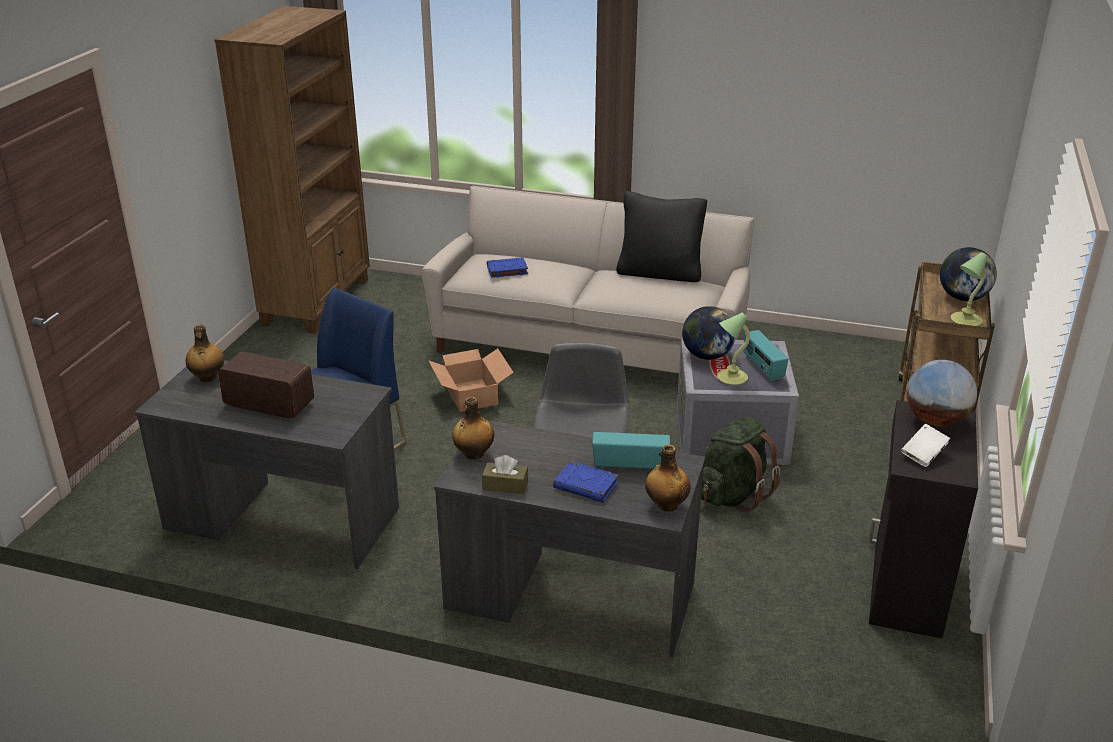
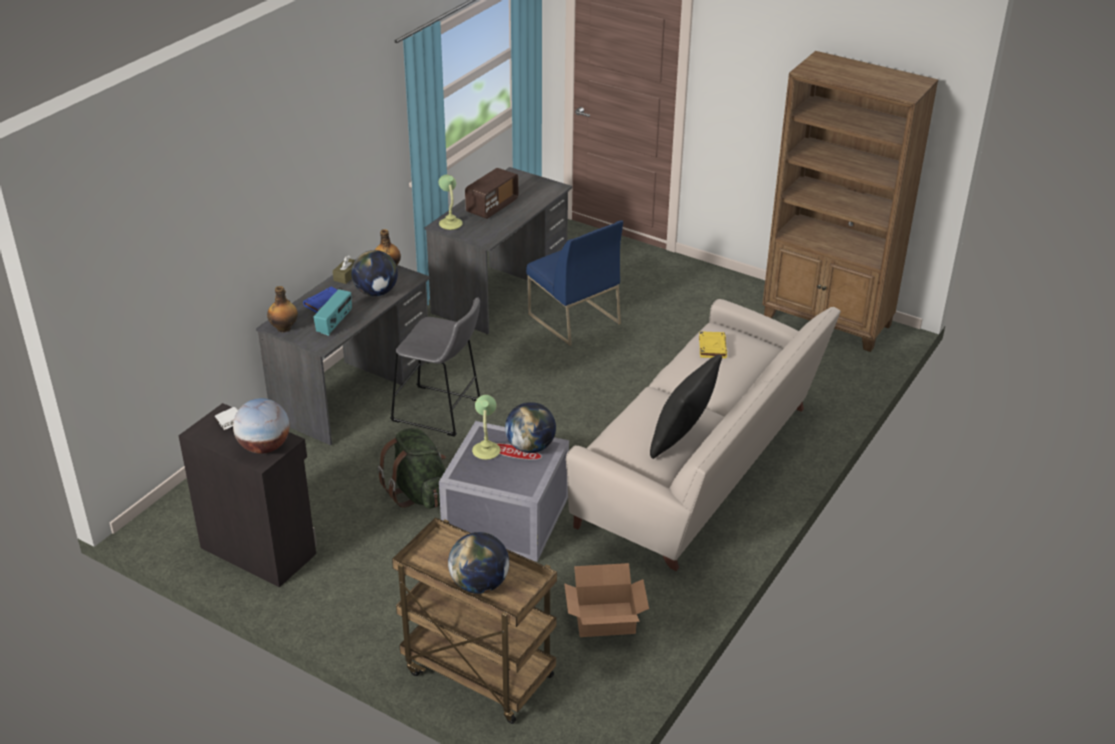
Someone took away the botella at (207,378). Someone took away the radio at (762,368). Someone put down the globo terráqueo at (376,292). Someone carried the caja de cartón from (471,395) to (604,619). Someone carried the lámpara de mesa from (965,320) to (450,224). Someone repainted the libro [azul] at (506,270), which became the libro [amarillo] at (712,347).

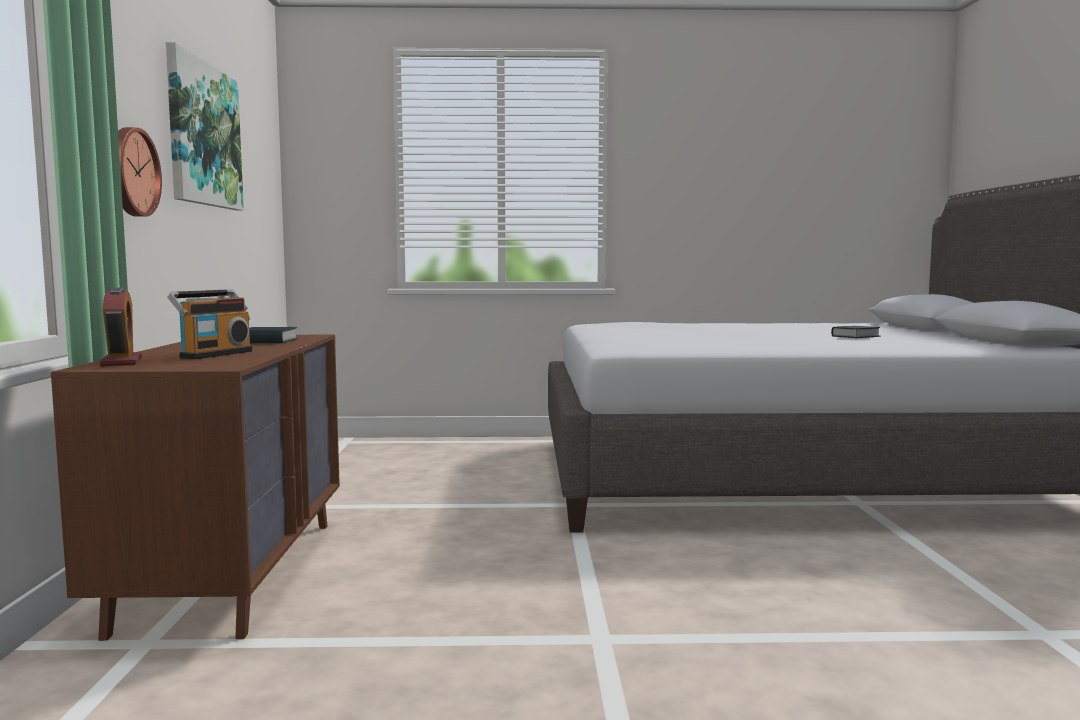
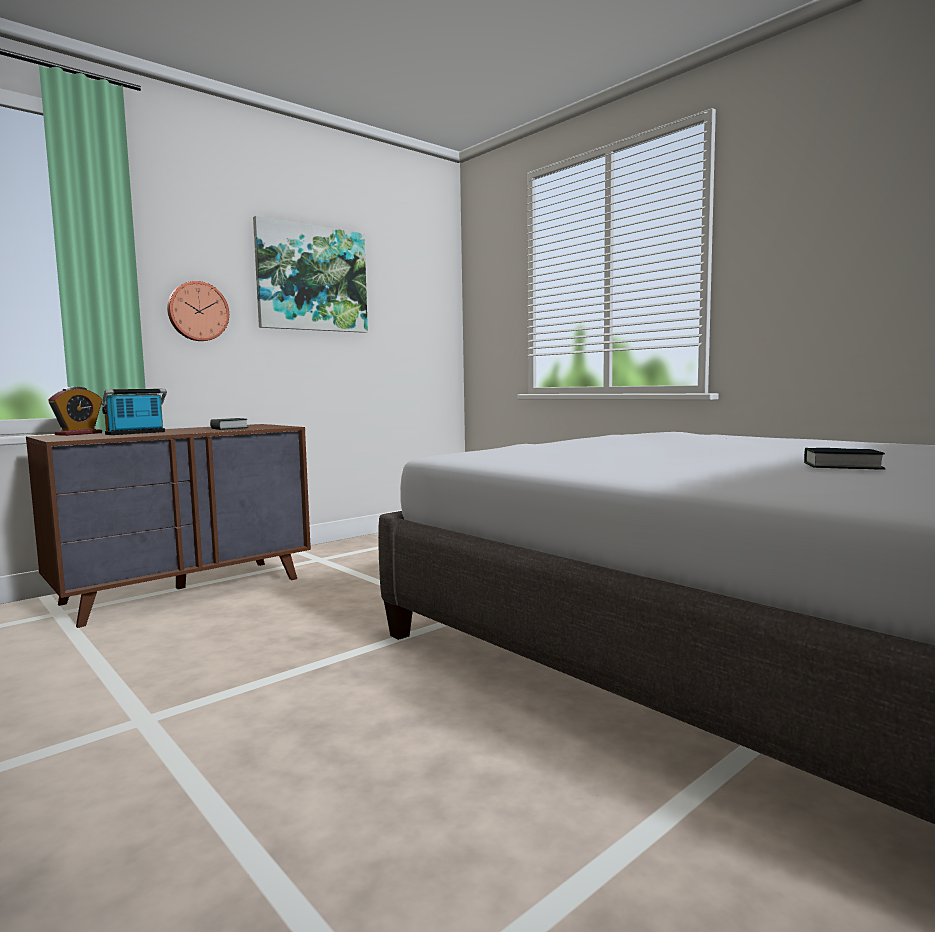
Someone rotated the radio at (214,354) by 150 degrees clockwise.

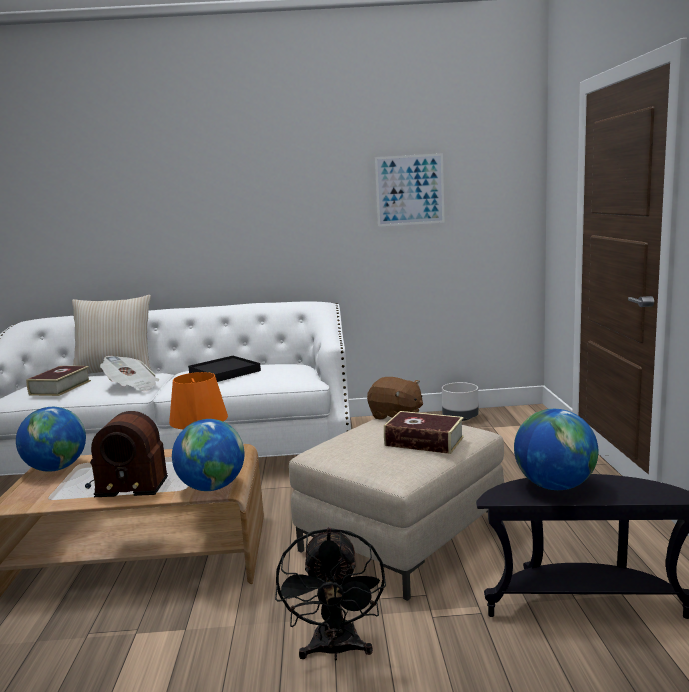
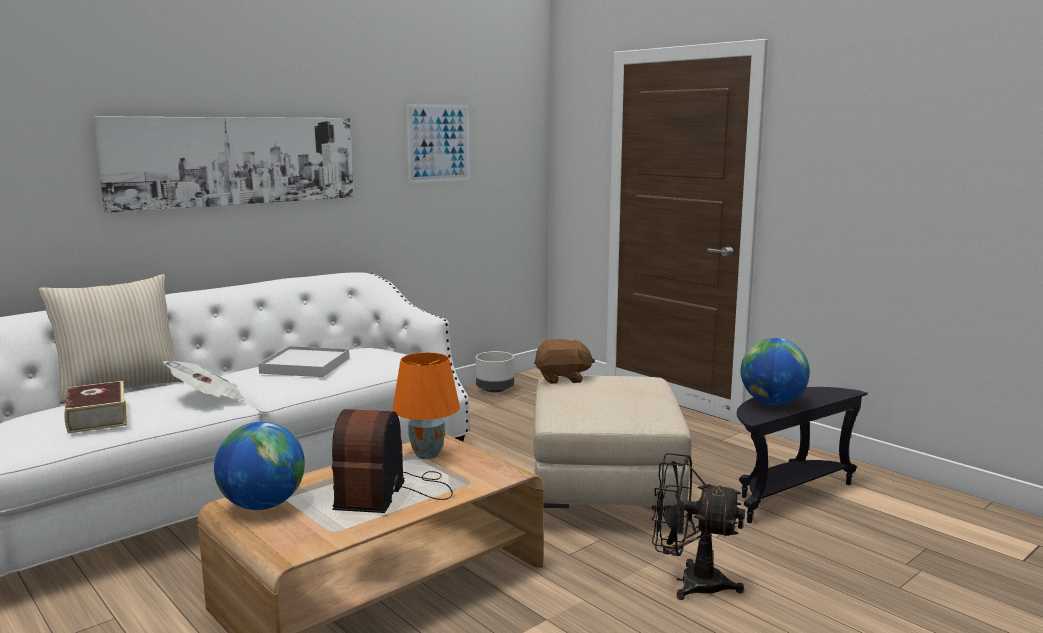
Someone took away the globo terráqueo at (212,487). Someone took away the libro at (424,441). Someone put up the cuadro at (236,161). Someone repainted the bandeja [negro] at (224,372), which became the bandeja [blanco] at (305,365). Someone rotated the radio at (127,482) by 135 degrees clockwise. Someone rotated the ventilador [negro] at (335,651) by 150 degrees clockwise.

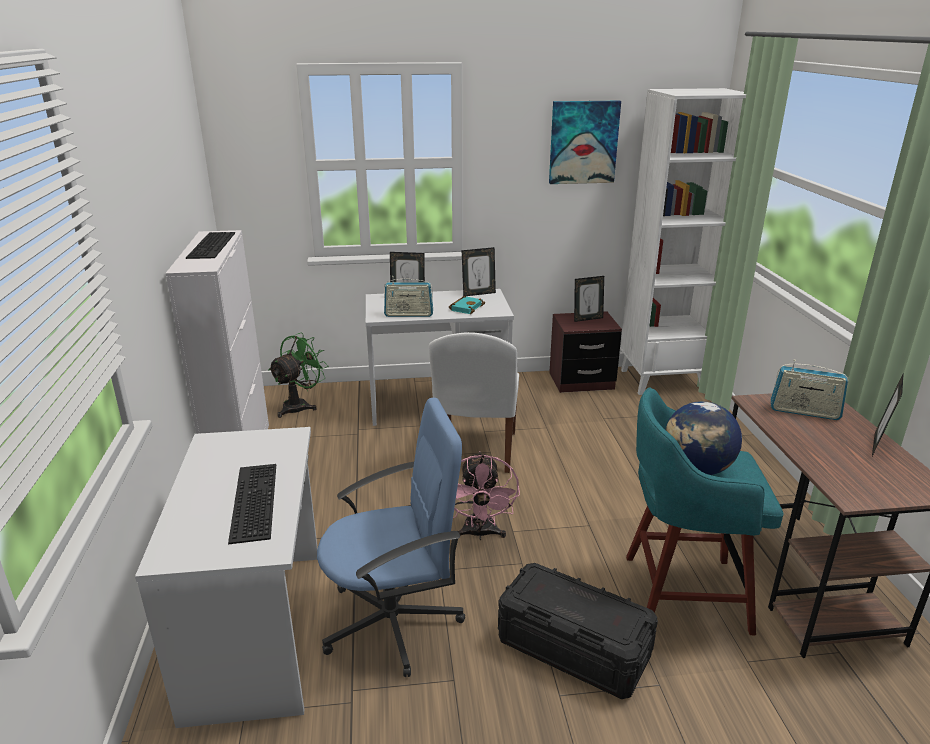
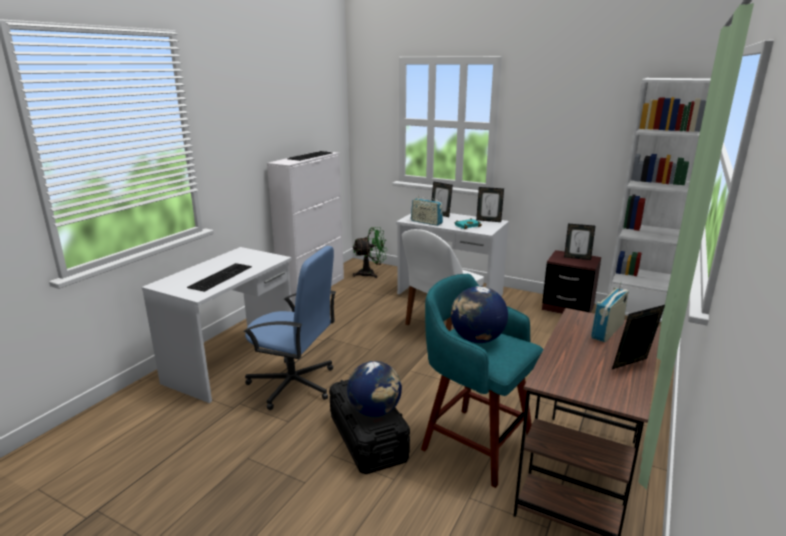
Someone took away the ventilador [rosa] at (480,534). Someone took away the cuadro at (583,142). Someone put down the globo terráqueo at (375,411). Someone rotated the radio at (804,412) by 75 degrees clockwise.

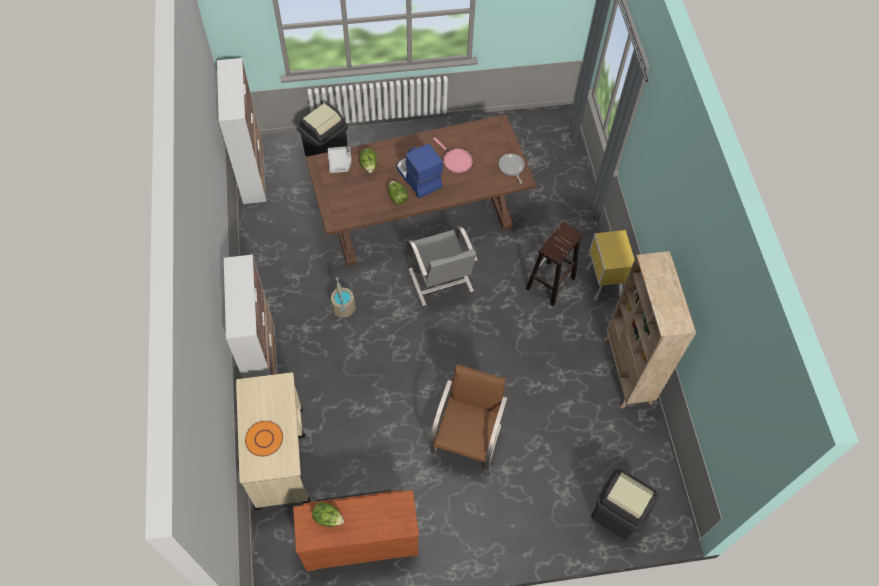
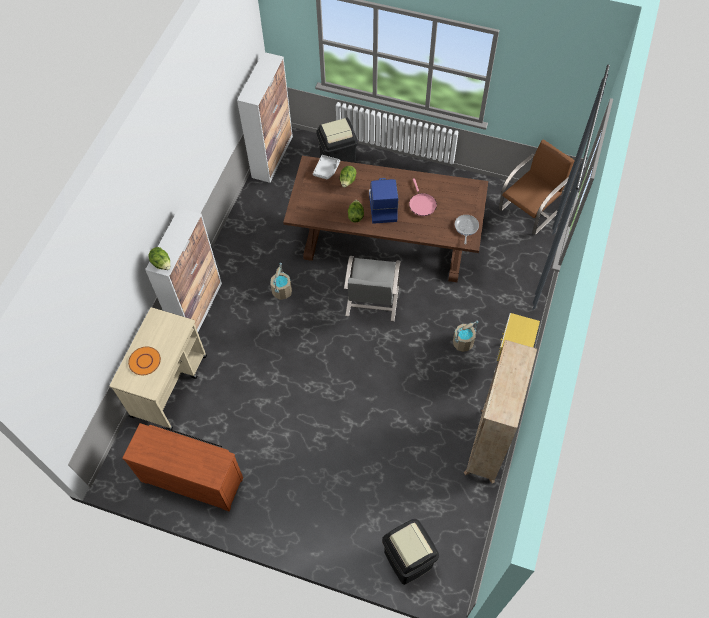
Someone carried the lechuga from (328,518) to (162,264). Someone carried the silla [marrón] from (467,437) to (529,210). Someone swapped the taburete [marrón] at (550,284) for the cubo [beis] at (463,343).

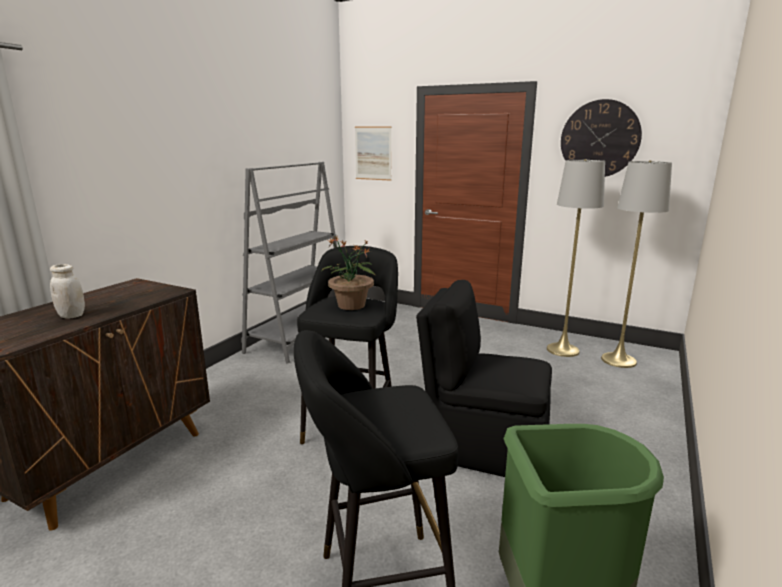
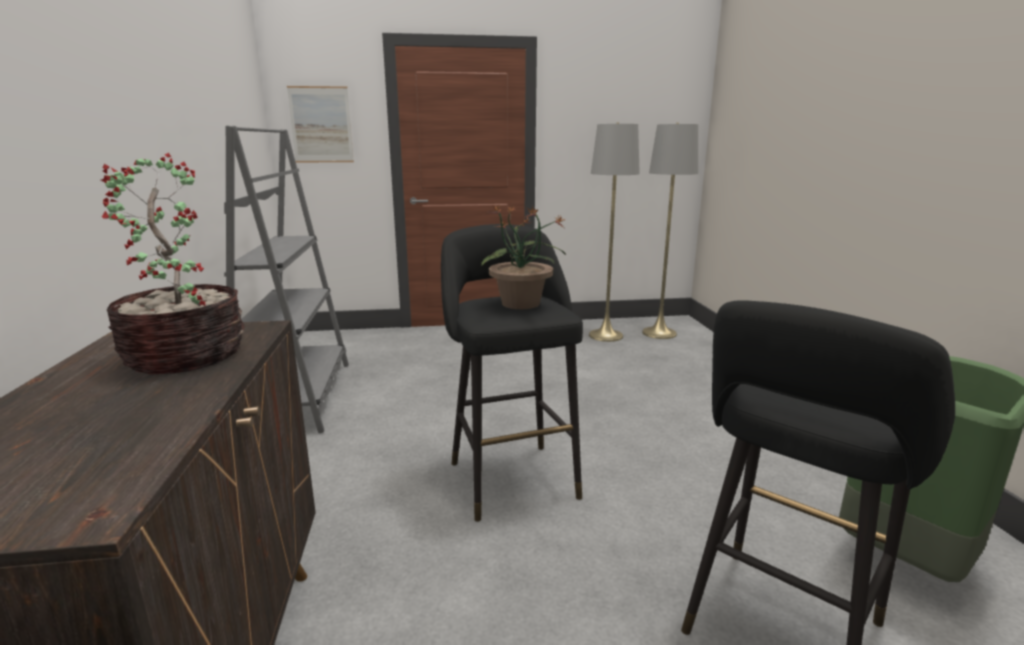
Someone took away the tarro [blanco] at (72,315). Someone took away the silla [negro] at (483,446). Someone took away the reloj de pared at (599,139). Someone put down the planta en maceta at (185,354).

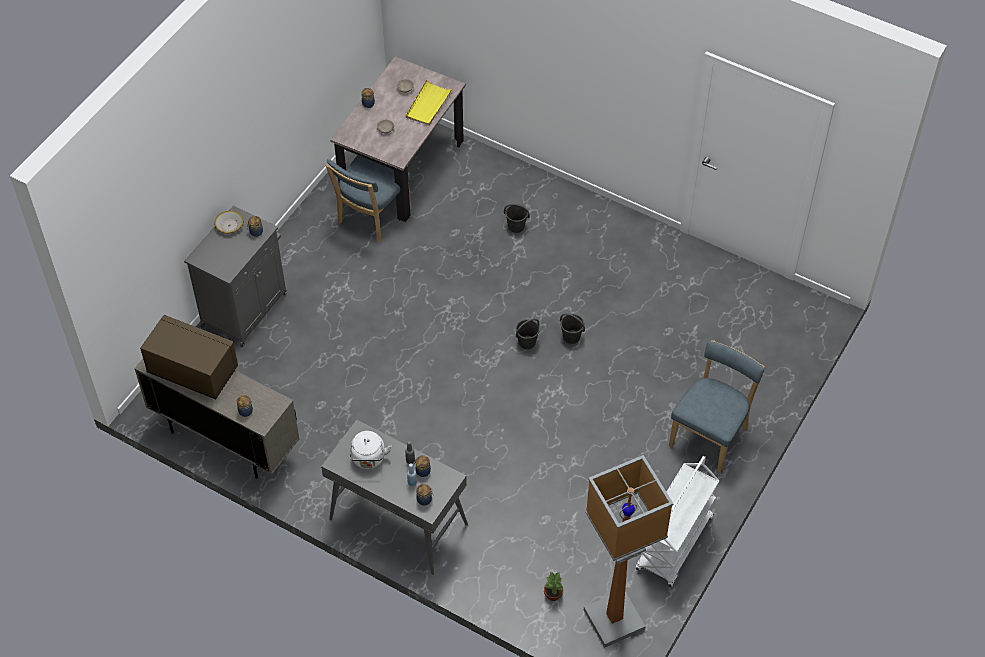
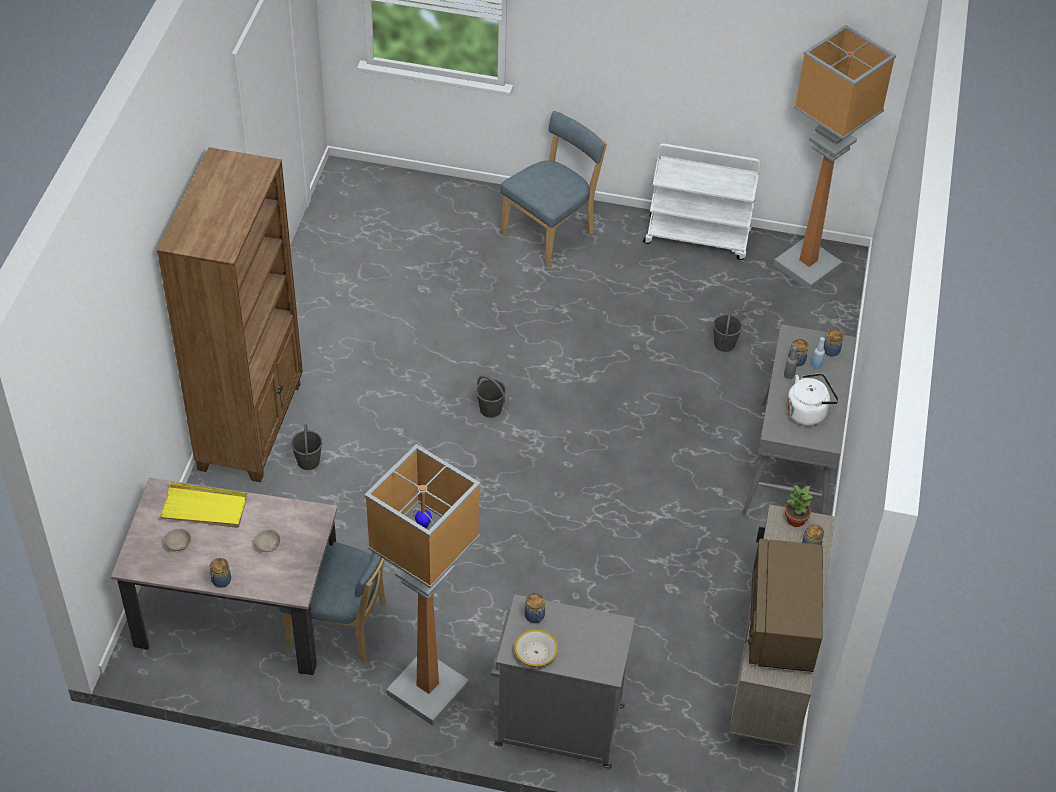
Someone put down the estantería [marrón] at (252,425). Someone put down the lámpara de pie at (426,690). Someone carried the planta en maceta from (553,594) to (795,519). Someone carried the cubo [gris] from (571,336) to (724,344). Someone rotated the silla [azul] at (710,435) by 120 degrees clockwise.

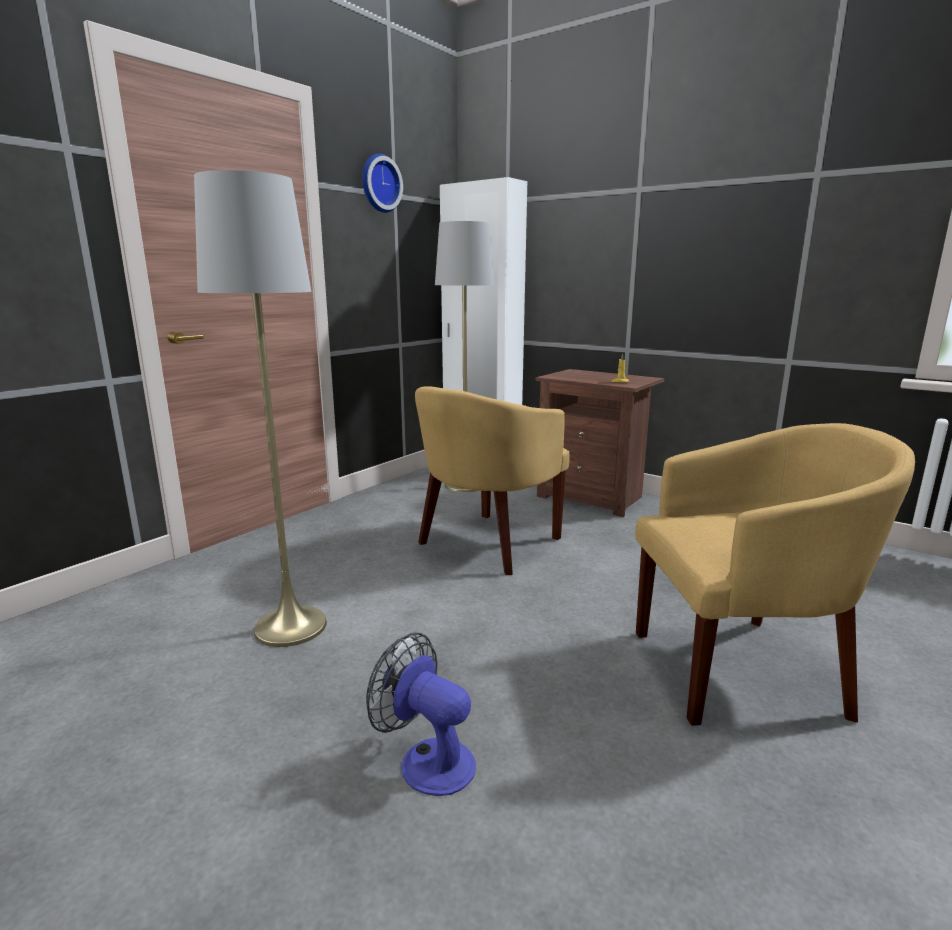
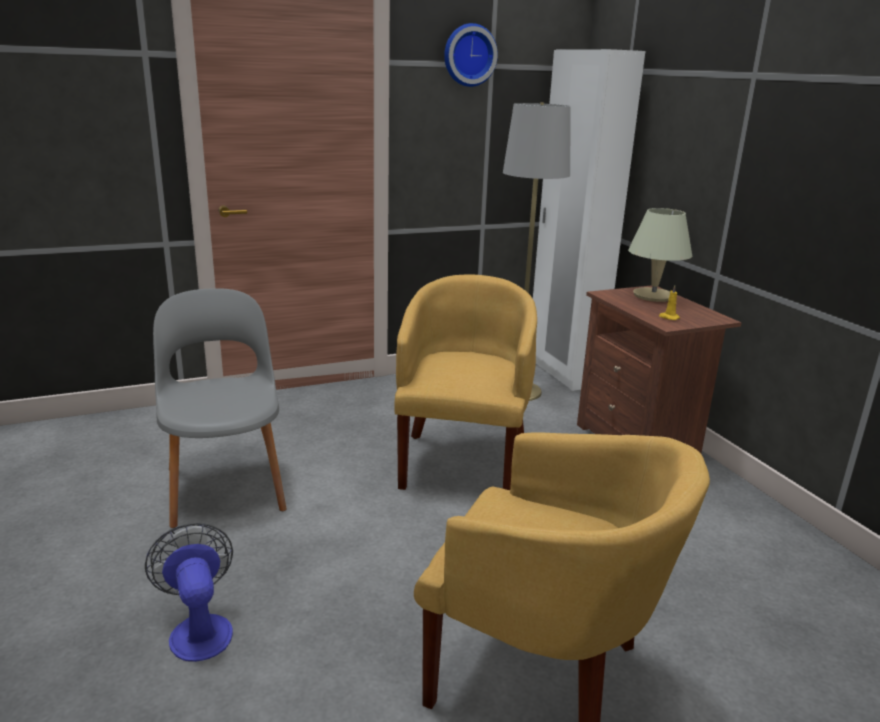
Someone put down the lámpara de mesa [beis] at (654,296). Someone swapped the lámpara de pie [gris] at (290,626) for the silla [gris] at (226,485). Someone rotated the sillón [amarillo] at (488,544) by 120 degrees clockwise.

